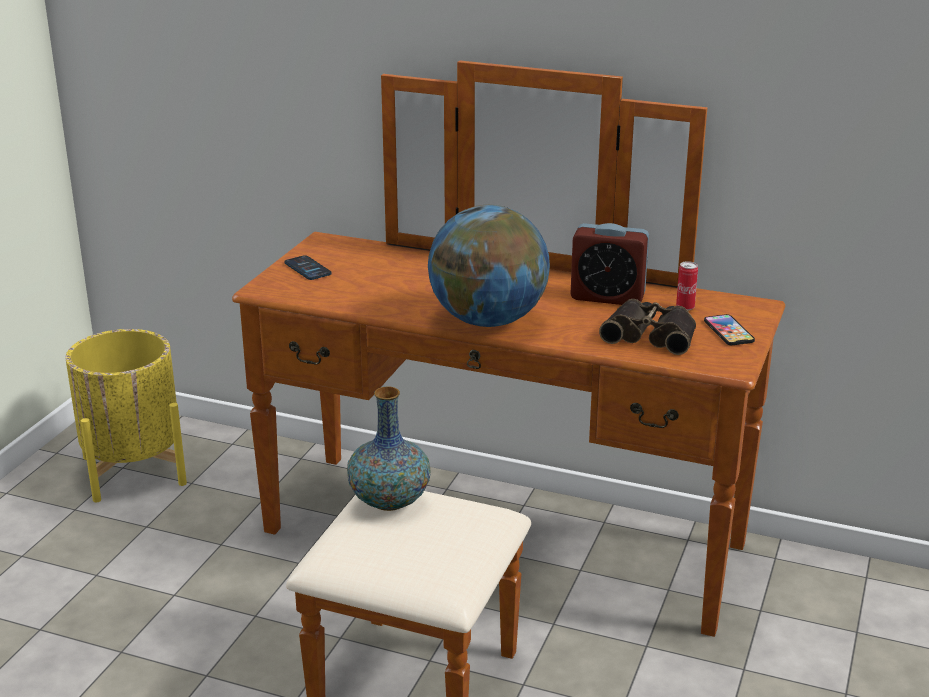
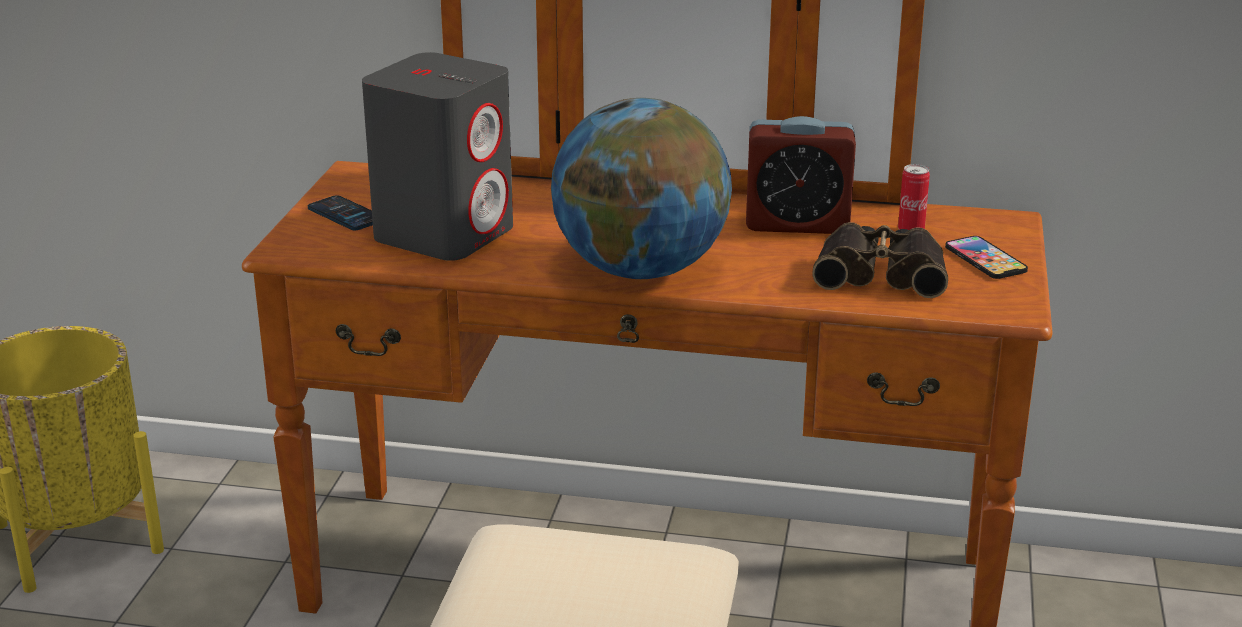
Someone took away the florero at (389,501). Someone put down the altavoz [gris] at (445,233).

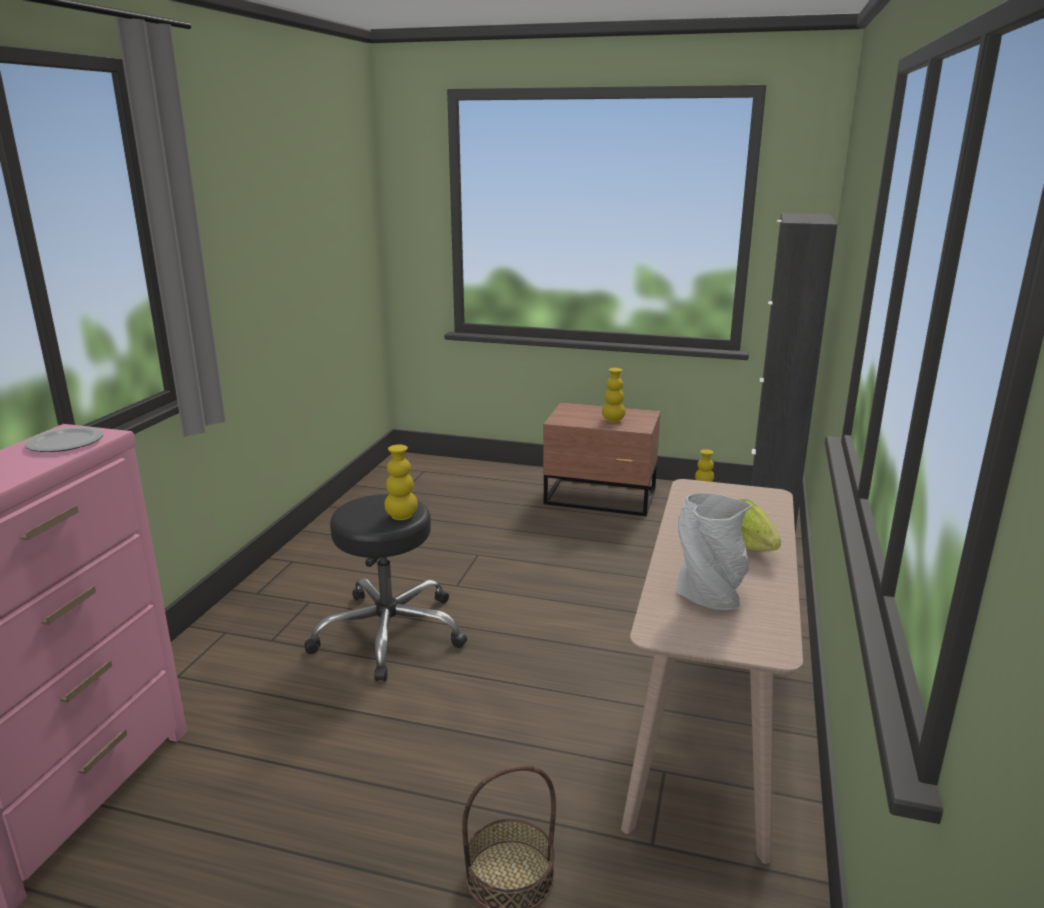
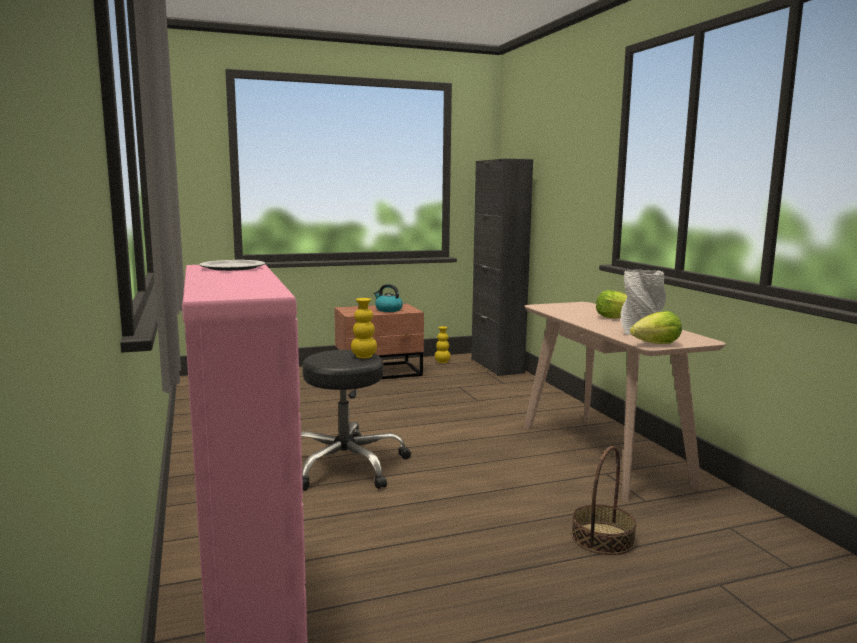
Someone put down the lechuga at (656,344). Someone swapped the florero [amarillo] at (613,420) for the hervidor at (388,310).

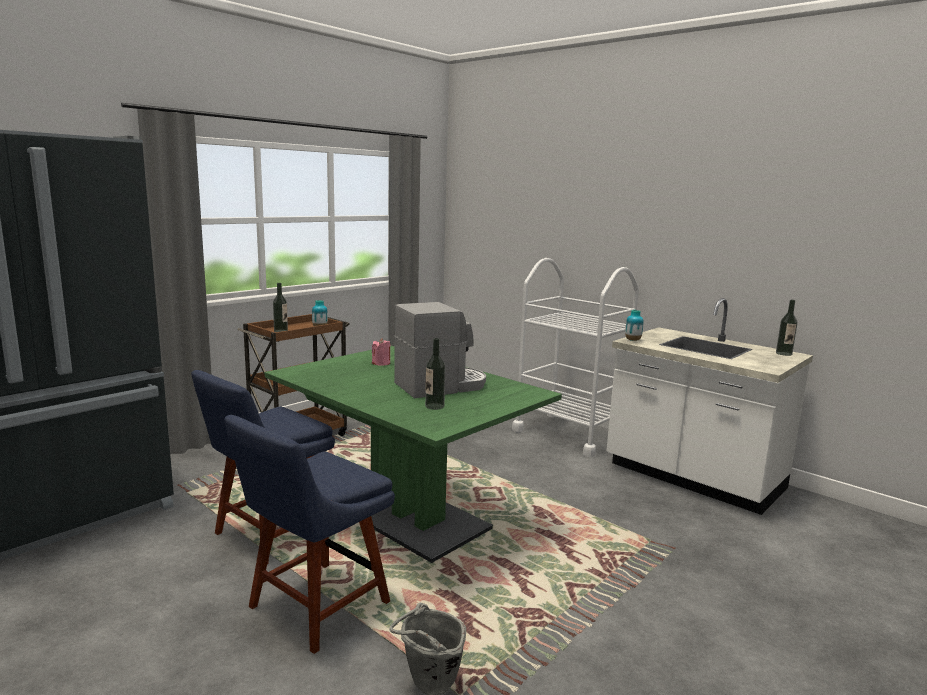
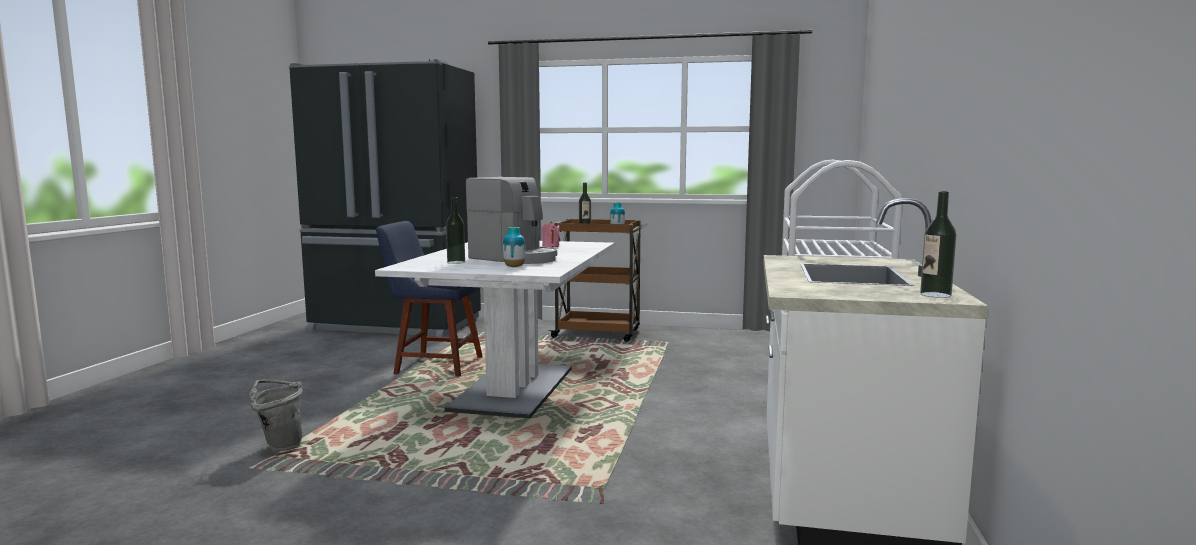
Someone took away the silla [azul] at (314,608). Someone carried the florero from (633,340) to (514,267). Someone repainted the mesa de comedor [verde] at (407,516), which became the mesa de comedor [blanco] at (513,389).

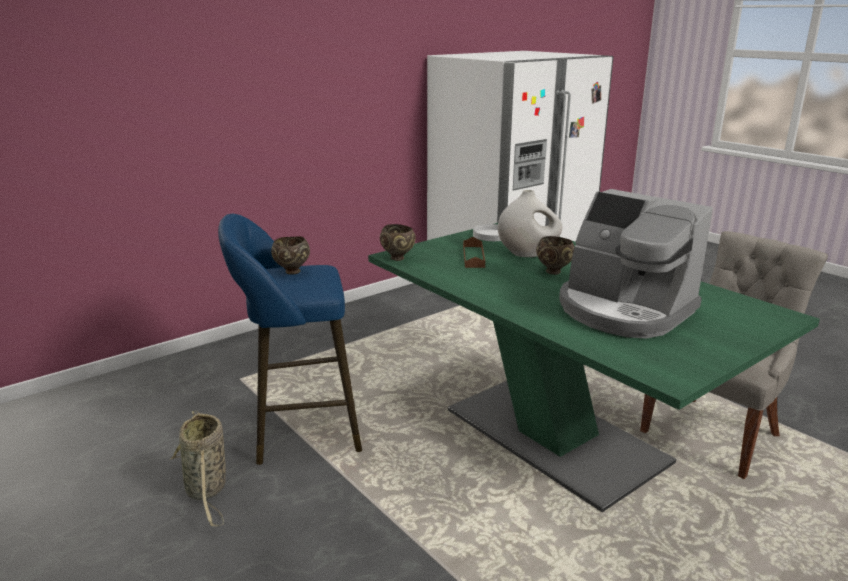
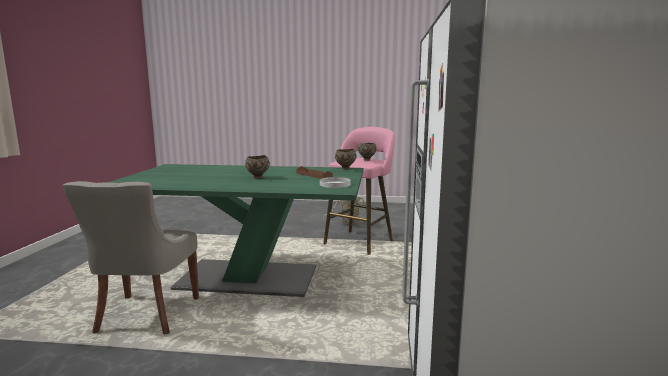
Someone took away the florero [blanco] at (528,254). Someone took away the cafetera at (623,310). Someone repainted the taburete [azul] at (299,429), which became the taburete [rosa] at (360,241).

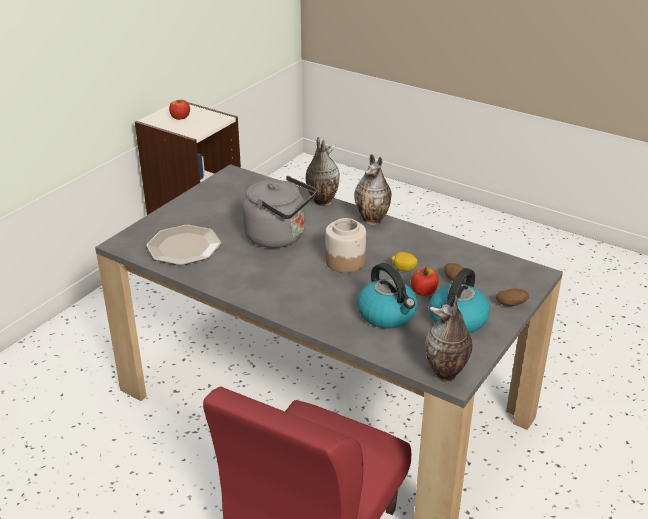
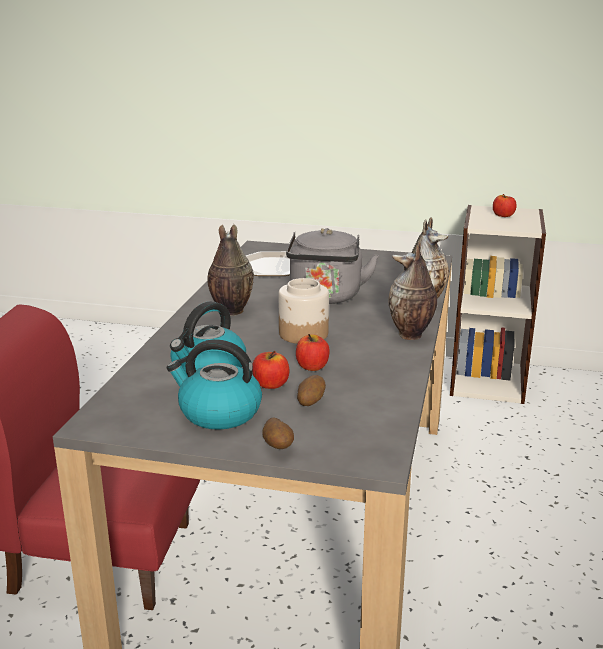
Someone carried the florero from (446,374) to (230,311). Someone swapped the limón at (404,269) for the manzana at (312,367).

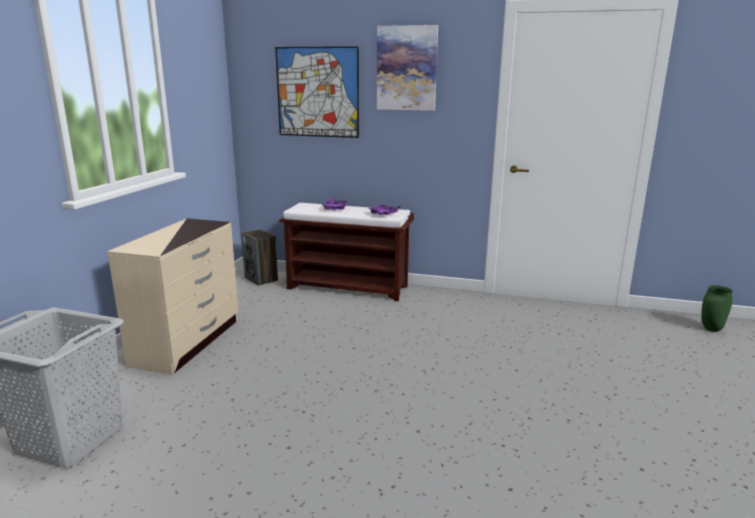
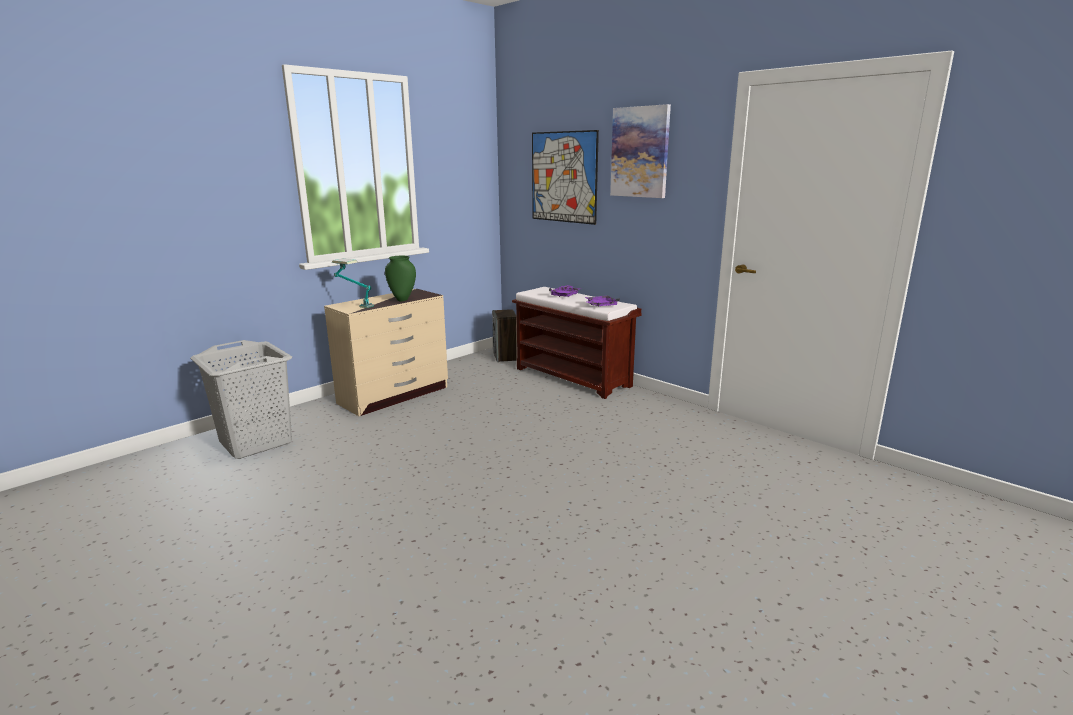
Someone put down the lámpara de mesa at (354,304). Someone carried the florero [verde] from (710,329) to (402,299).

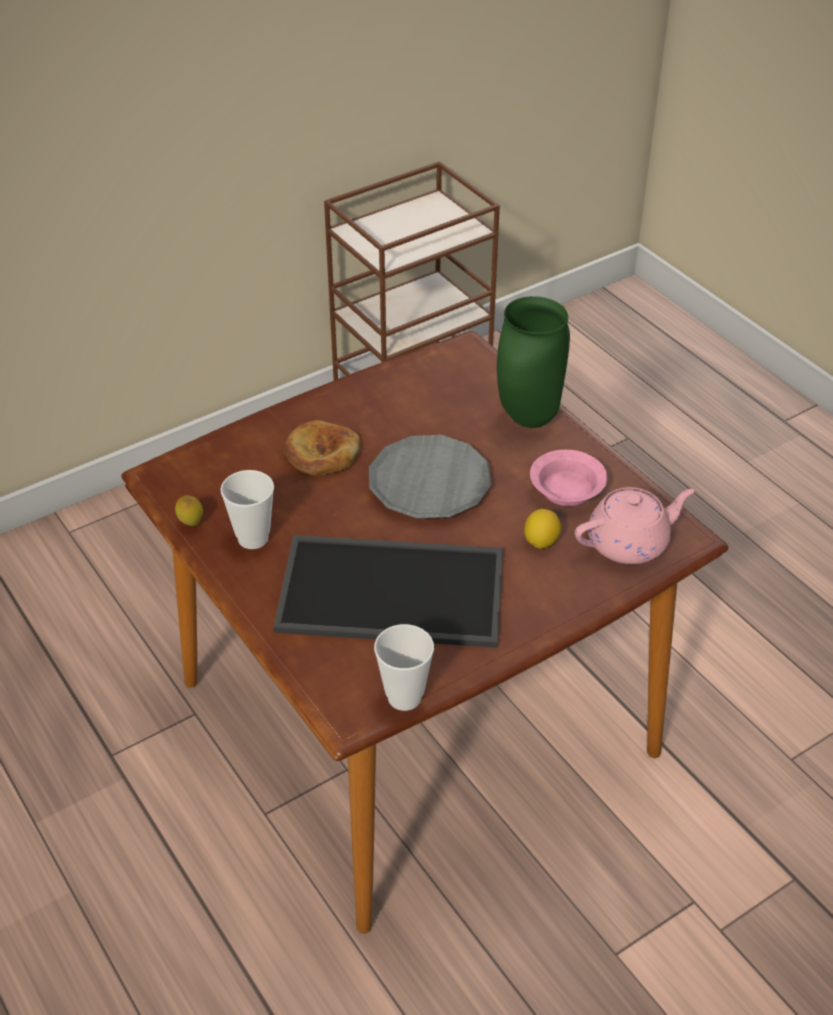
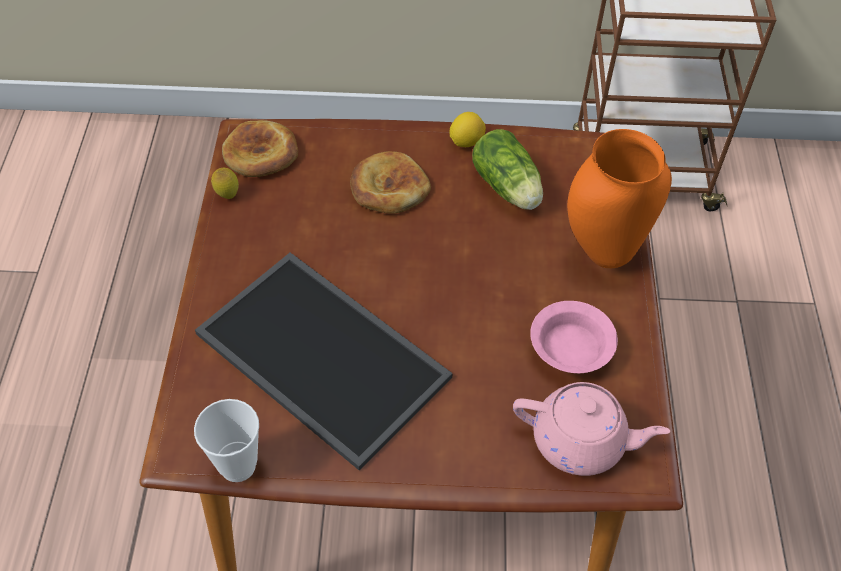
Someone took away the taza at (253,538). Someone took away the plato [gris] at (429,484). Someone put down the pan at (260,153). Someone put down the lechuga at (508,189). Someone carried the limón from (541,541) to (466,142). Someone repainted the florero [verde] at (529,419), which became the florero [naranja] at (603,255).

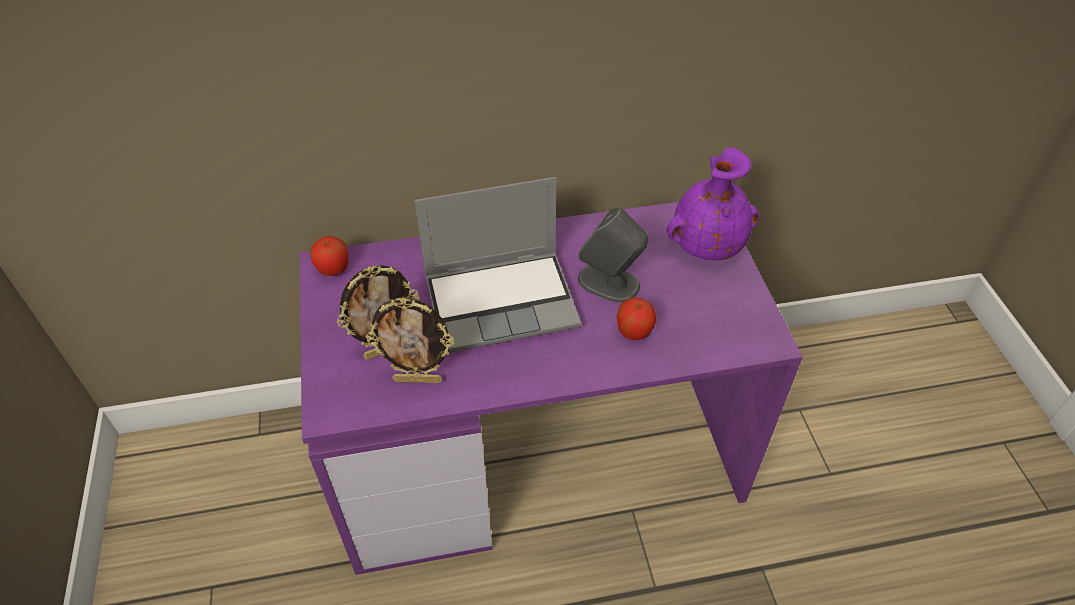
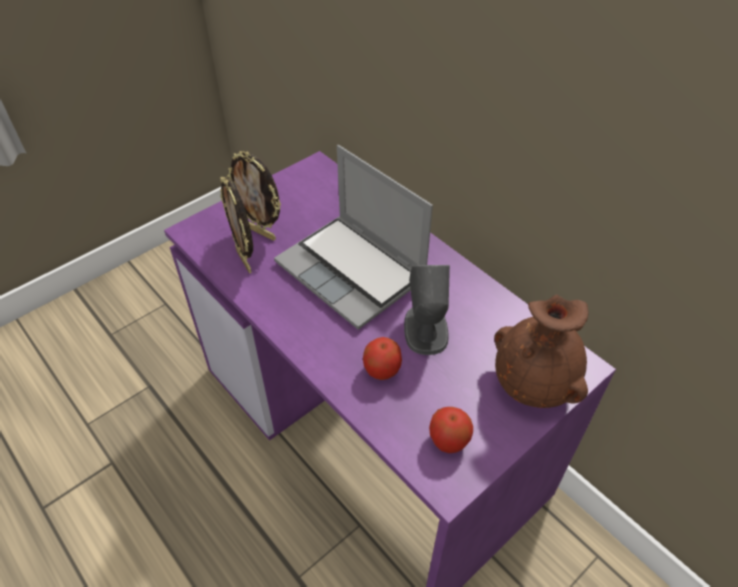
Someone carried the manzana from (333,269) to (448,440). Someone repainted the florero [morado] at (706,246), which became the florero [marrón] at (534,383).

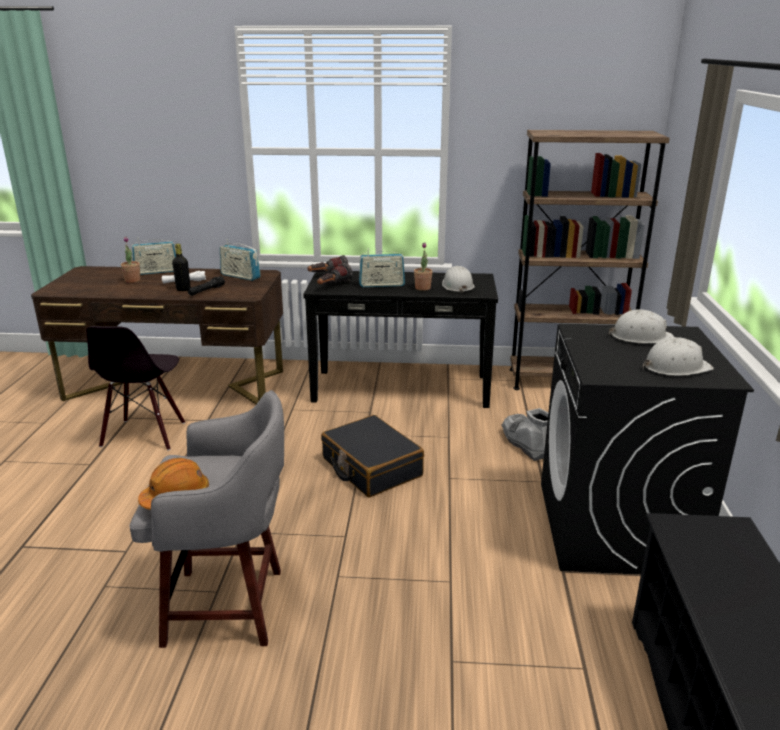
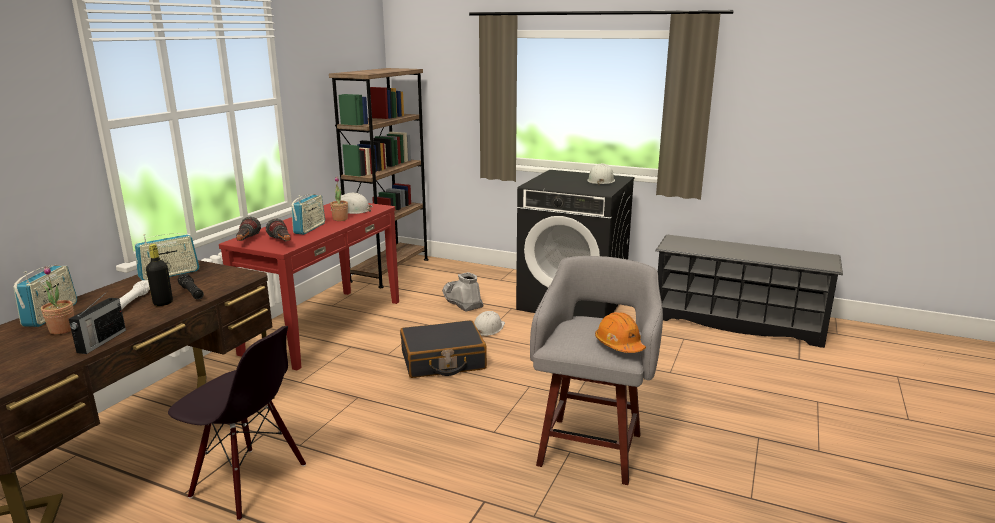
Someone put down the radio at (101,341). Someone carried the casco [blanco] from (641,337) to (488,328). Someone repainted the mesa consola [negro] at (401,388), which became the mesa consola [rojo] at (324,326). Someone rotated the bota [gris] at (527,443) by 60 degrees clockwise.

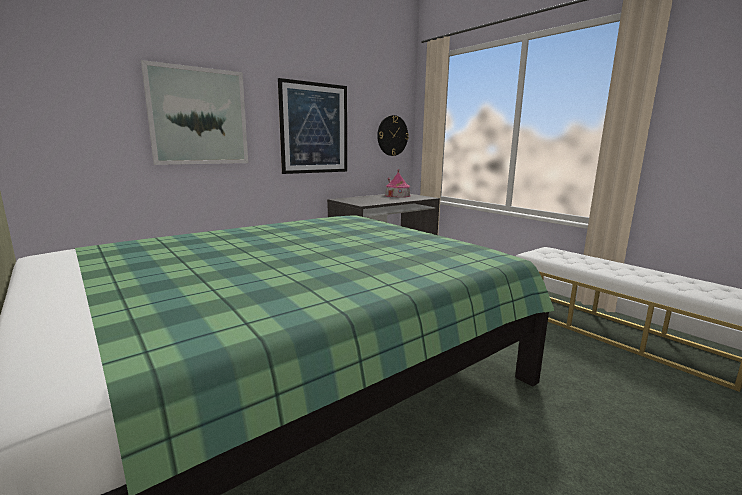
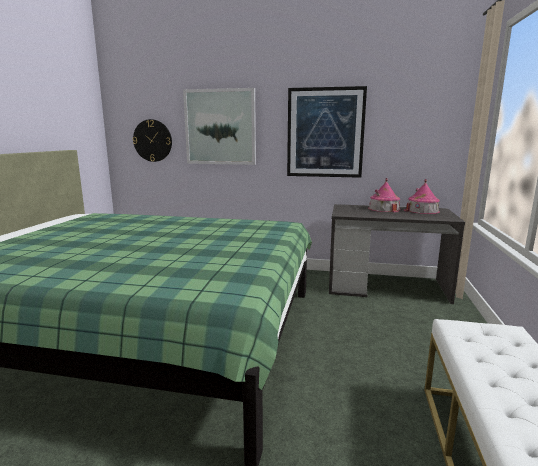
Someone put down the casita at (384,209). Someone carried the reloj de pared from (392,135) to (152,140).

